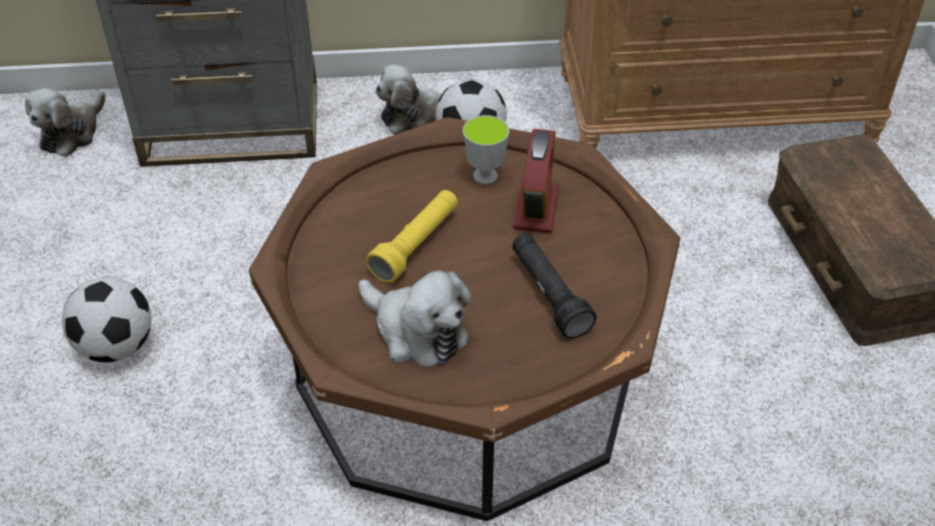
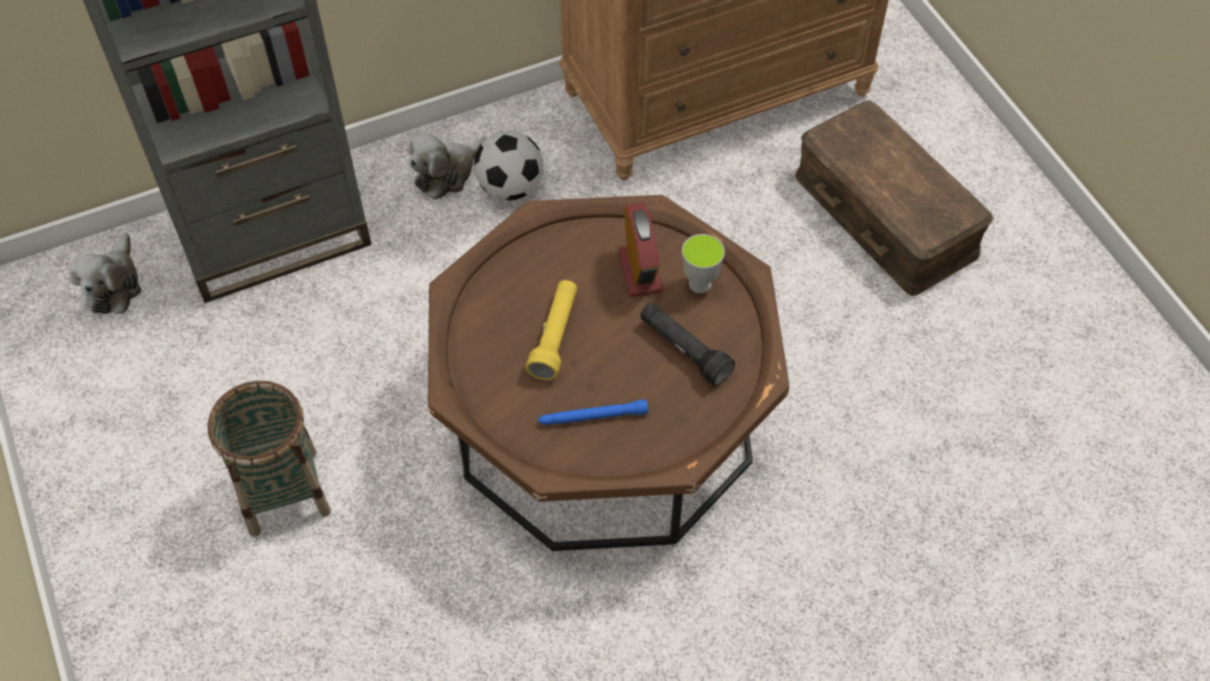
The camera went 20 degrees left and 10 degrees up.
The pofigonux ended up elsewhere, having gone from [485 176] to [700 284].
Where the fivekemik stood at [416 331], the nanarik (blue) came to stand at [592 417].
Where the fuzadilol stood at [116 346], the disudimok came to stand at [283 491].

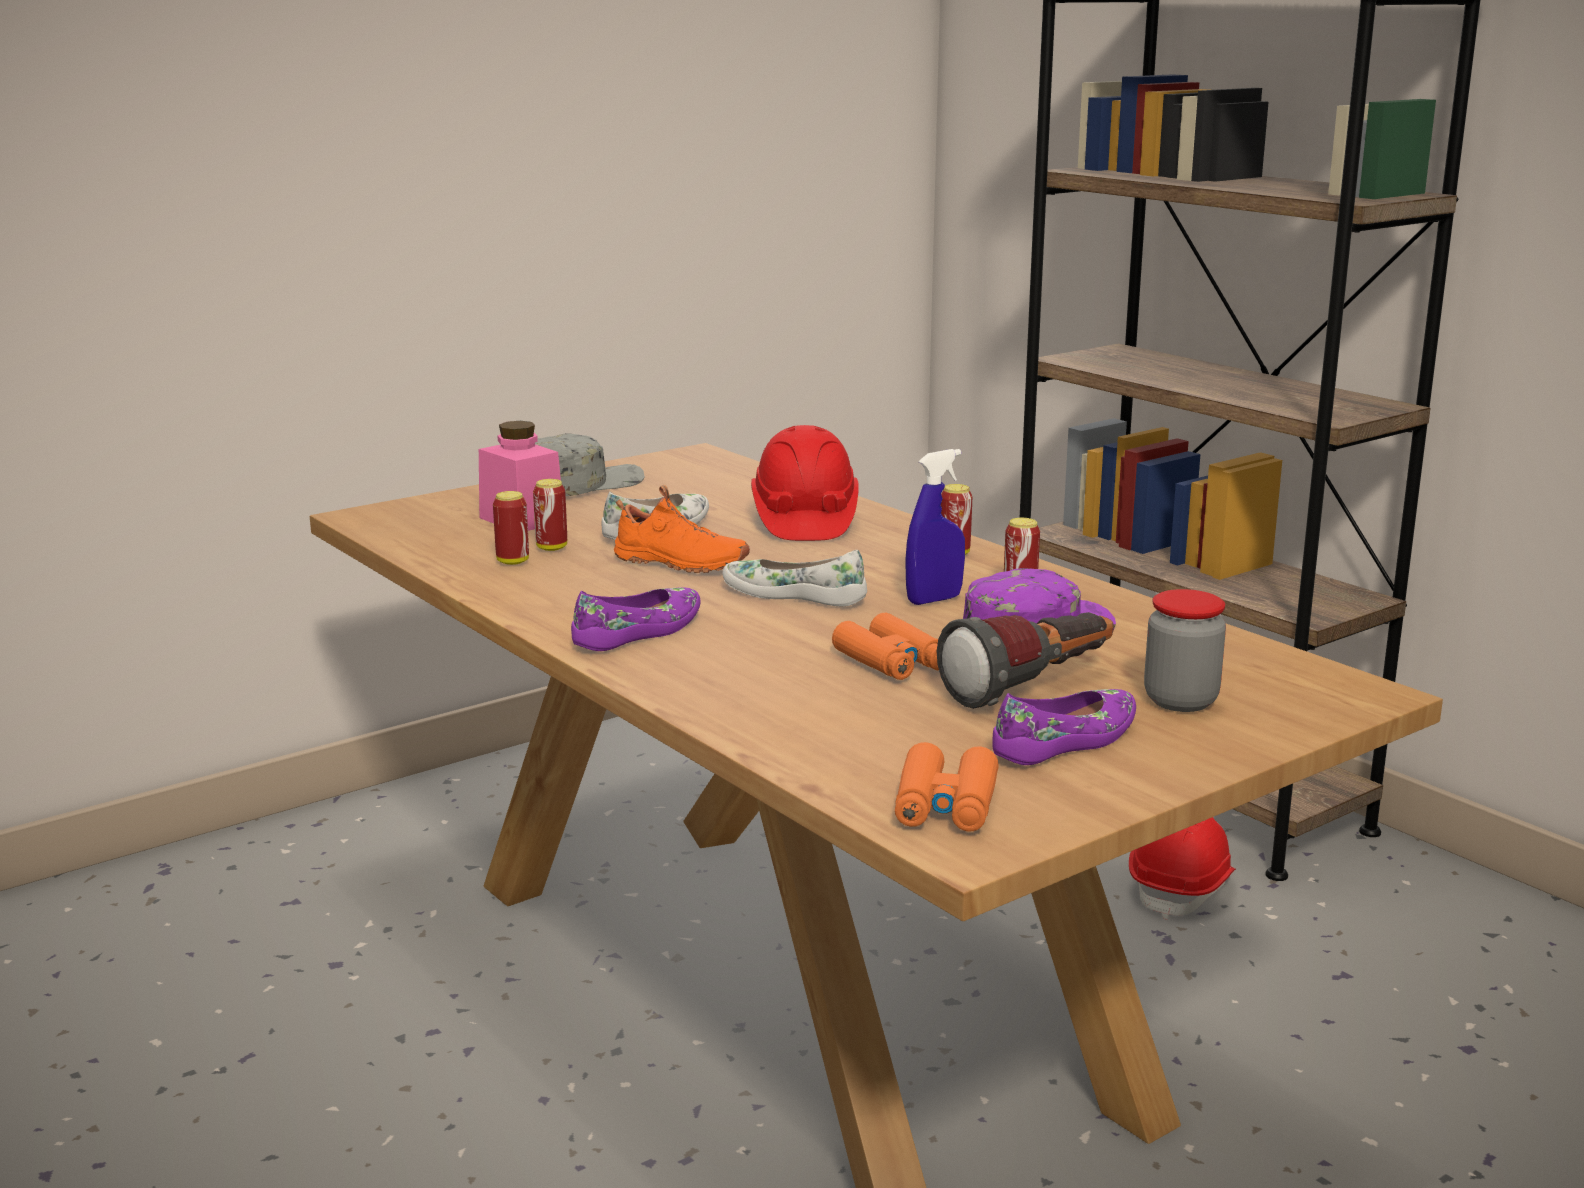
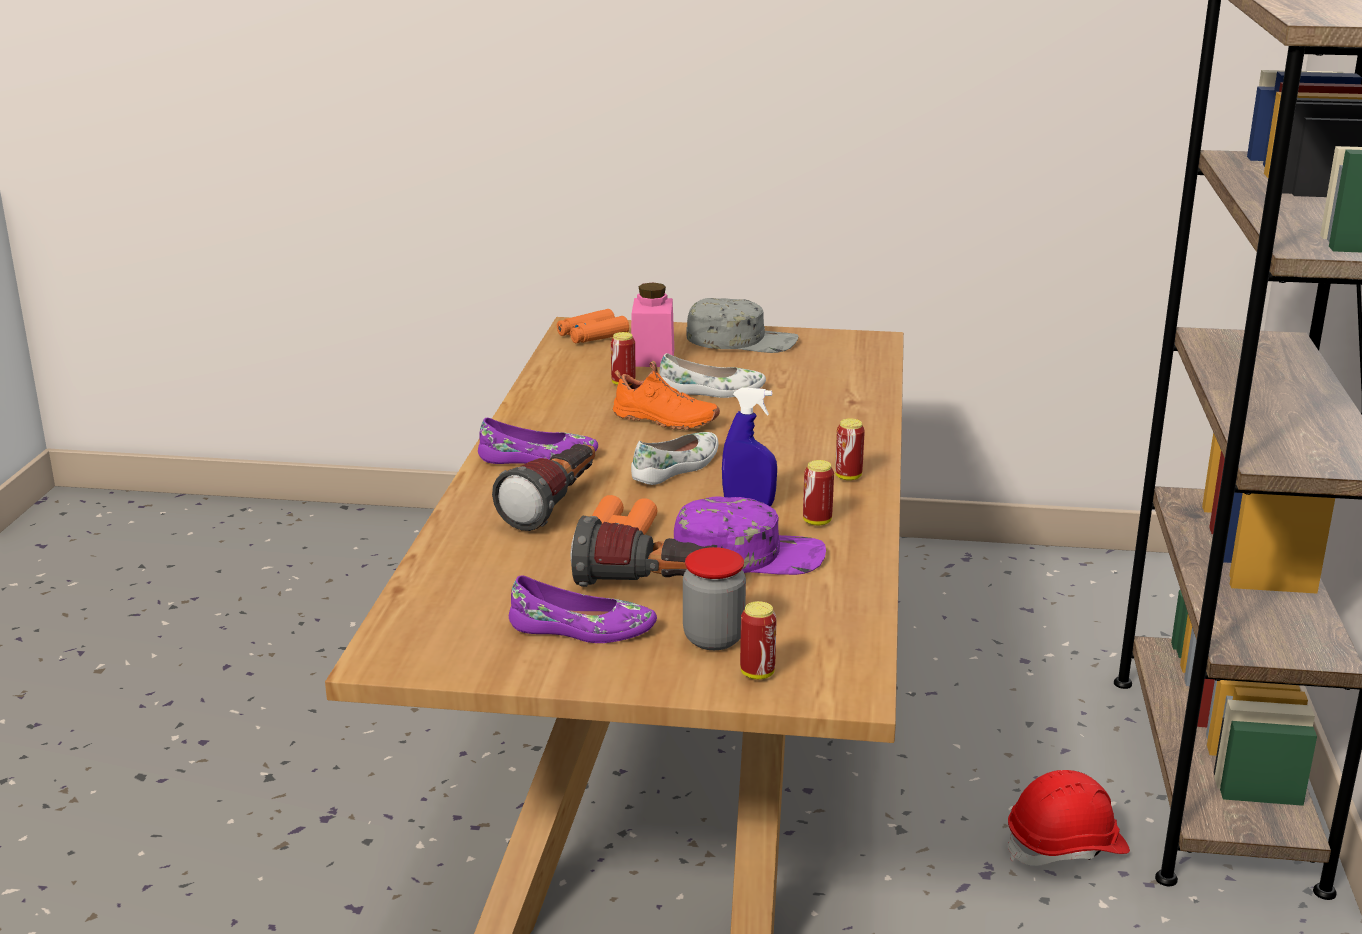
The camera went 45 degrees right and 5 degrees up.
The second view lost the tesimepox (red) at [804 521].
The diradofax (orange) at [679 564] ended up facing another way, 45 degrees counterclockwise from before.
The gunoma ended up elsewhere, having gone from [512 561] to [757 673].
The diradofax (white) at [794 594] ended up facing another way, 60 degrees clockwise from before.
The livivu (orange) ended up elsewhere, having gone from [945 805] to [592 335].
The second view gained the nanarik at [555 506].

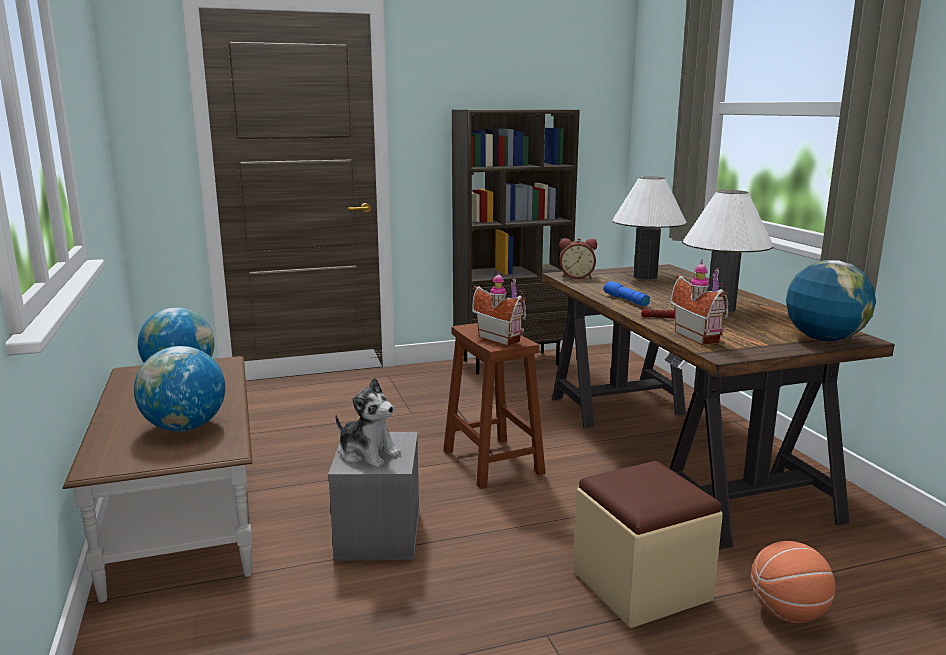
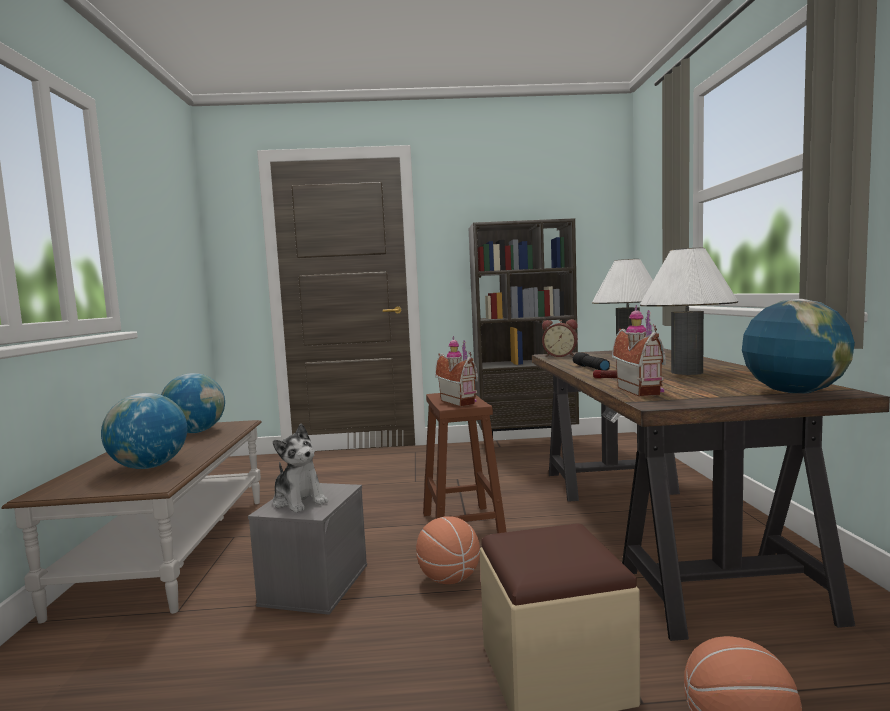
The camera went 15 degrees right and 10 degrees down.
What was the nanarik (blue) at [625 300] turned into the nanarik (black) at [590 368].
The second view gained the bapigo at [449 578].

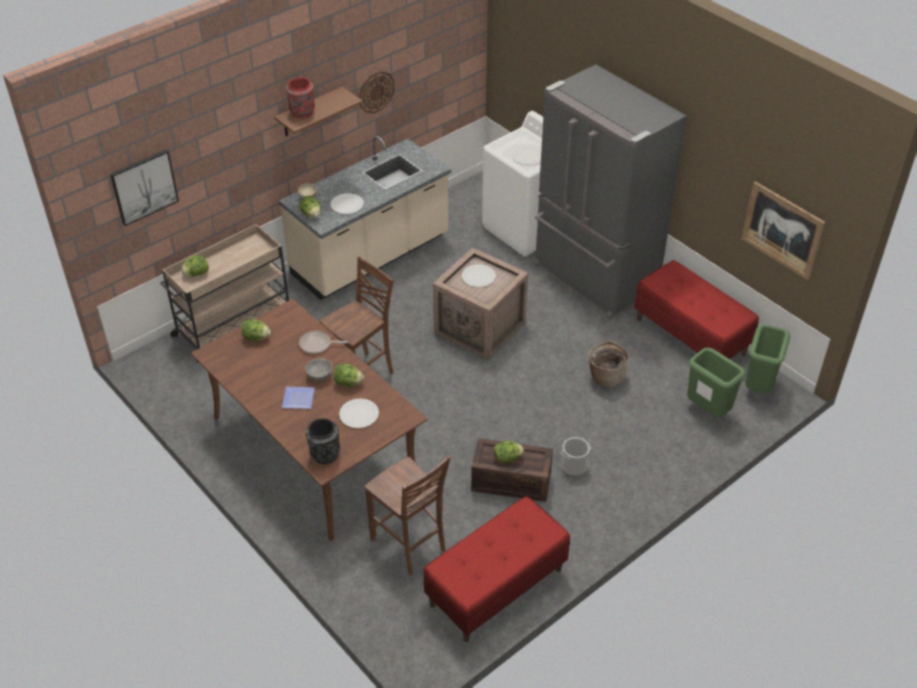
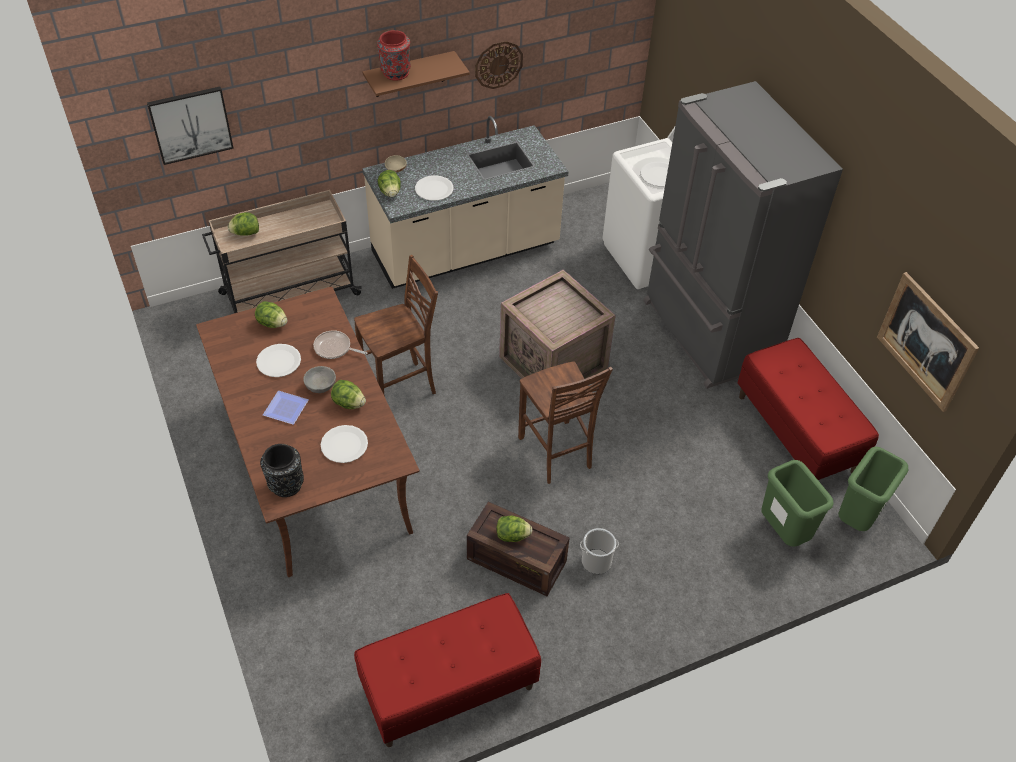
The camera went 15 degrees right and 5 degrees up.
The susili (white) ended up elsewhere, having gone from [478 277] to [278 361].
The second view lost the disudimok at [606 376].
The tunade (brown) ended up elsewhere, having gone from [409 545] to [556 454].

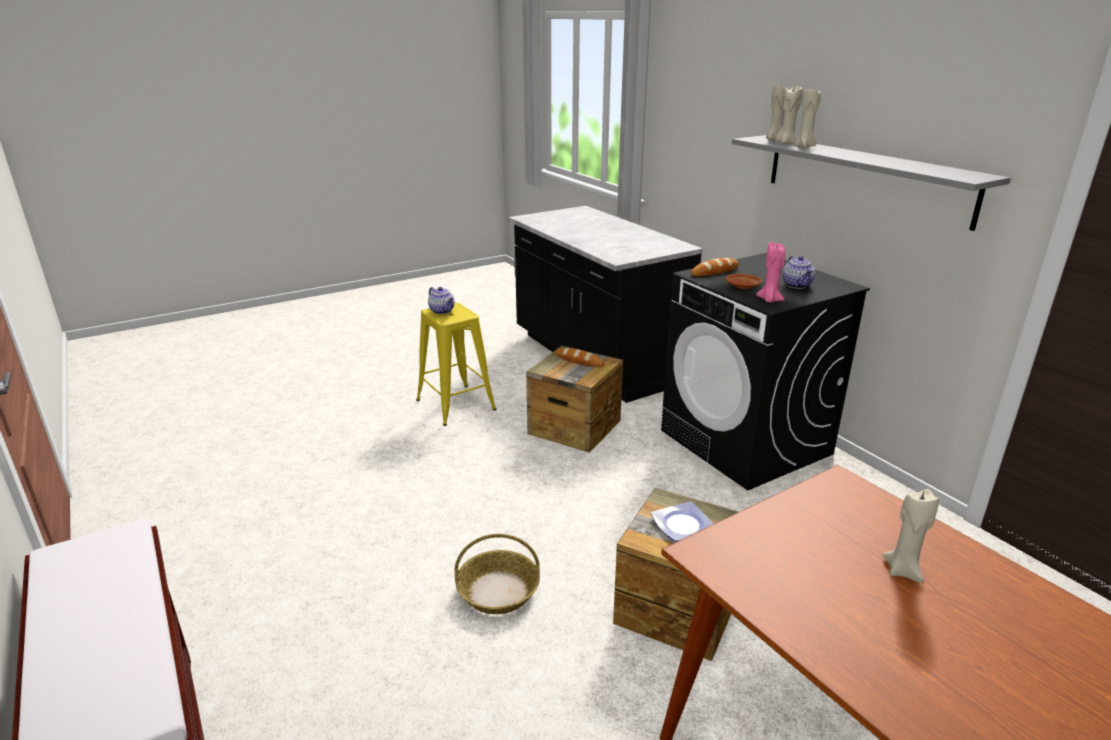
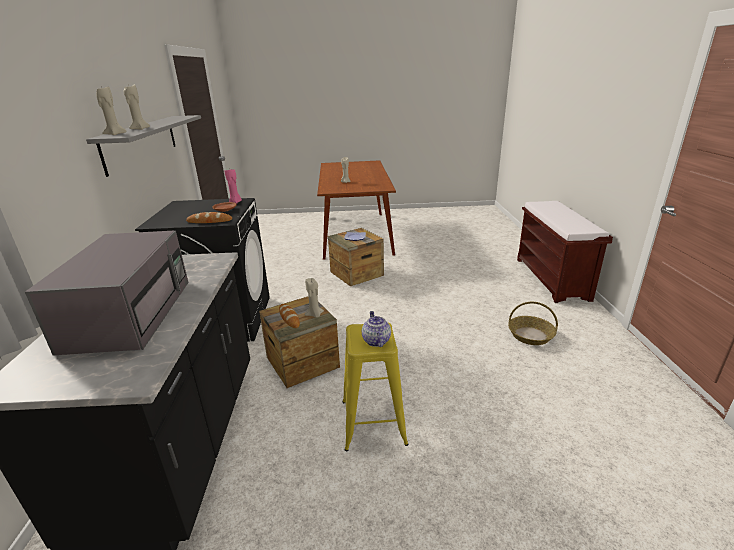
The camera went 150 degrees left and 0 degrees up.
The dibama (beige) ended up elsewhere, having gone from [785 143] to [315 315].
The second view lost the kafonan at [797 285].
The disudimok ended up elsewhere, having gone from [497 591] to [531 335].
The second view gained the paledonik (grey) at [131 312].

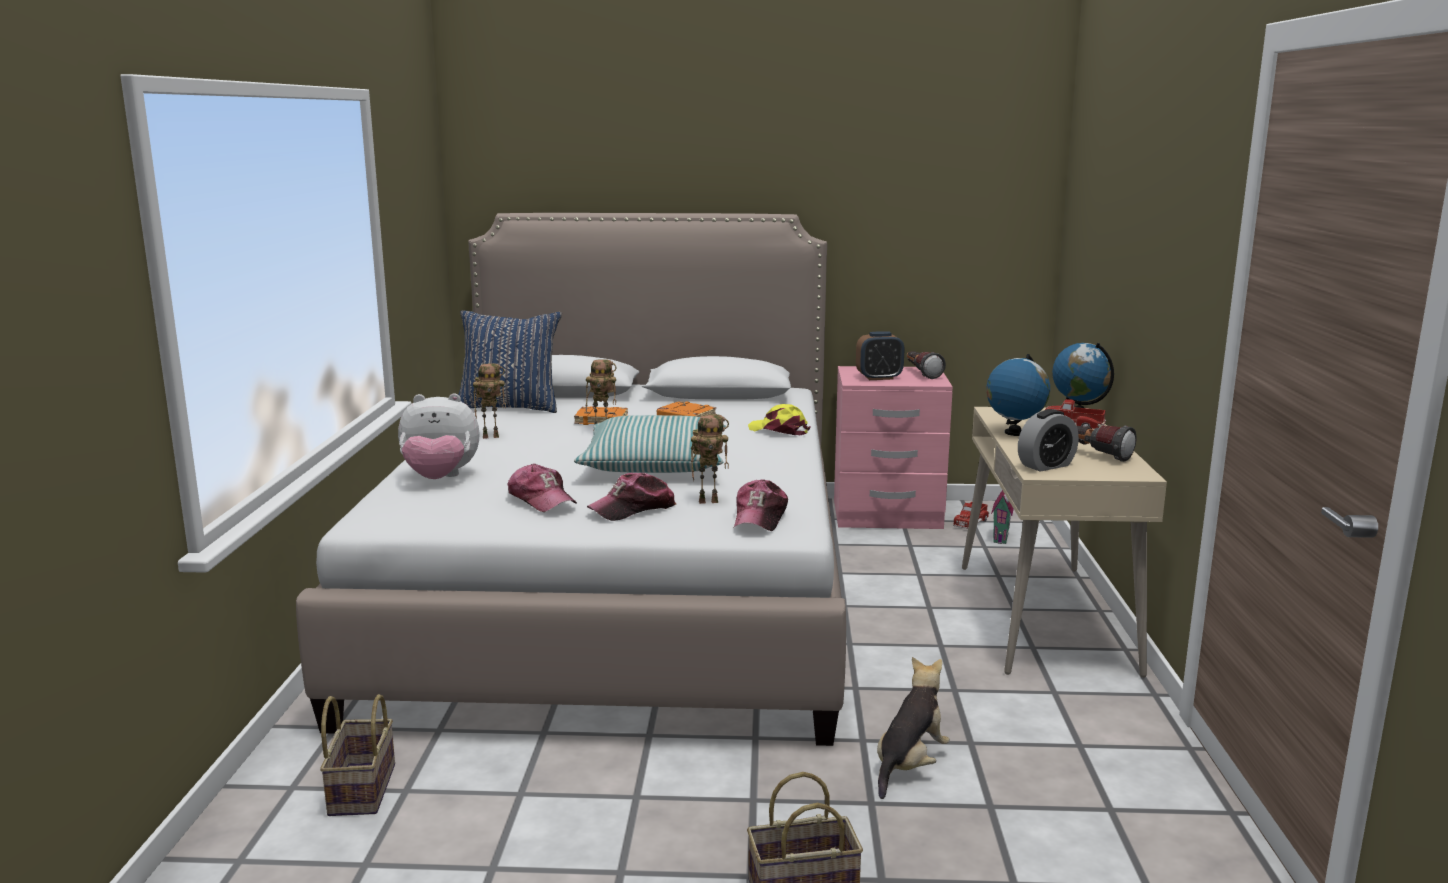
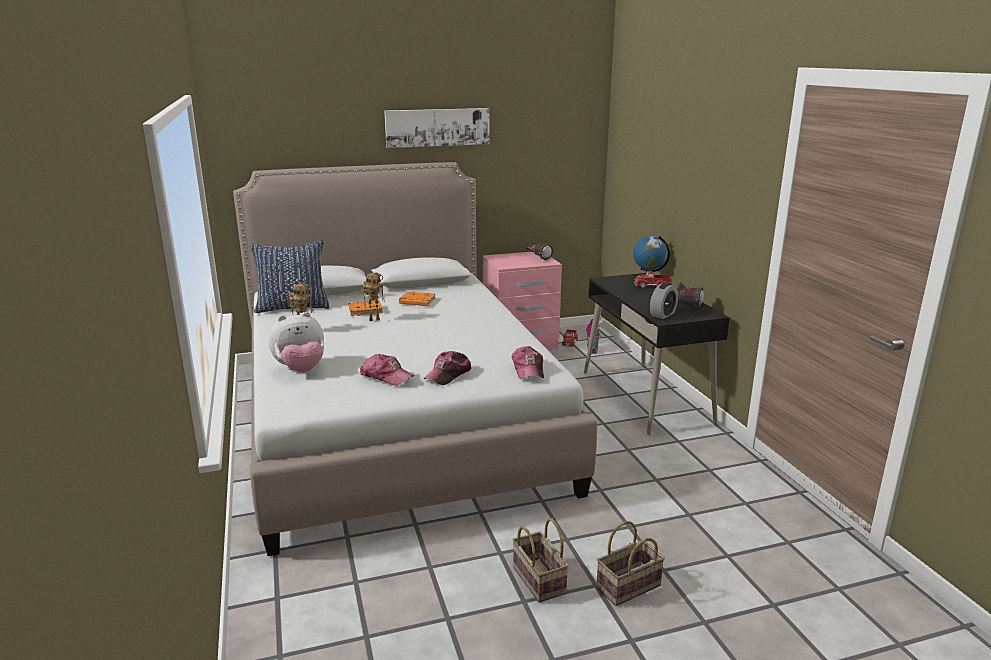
The camera went 20 degrees left and 5 degrees up.
The second view lost the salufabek at [879 378].
The second view lost the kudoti at [1014 433].
The second view lost the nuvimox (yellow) at [779 430].
What was the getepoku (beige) at [1045 617] turned into the getepoku (black) at [646 396].
The second view lost the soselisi at [709 501].
The second view lost the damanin at [654 464].
The second view lost the fivekemik at [909 765].
The disudimok ended up elsewhere, having gone from [361 788] to [537 579].
The second view gained the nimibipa at [437 127].

